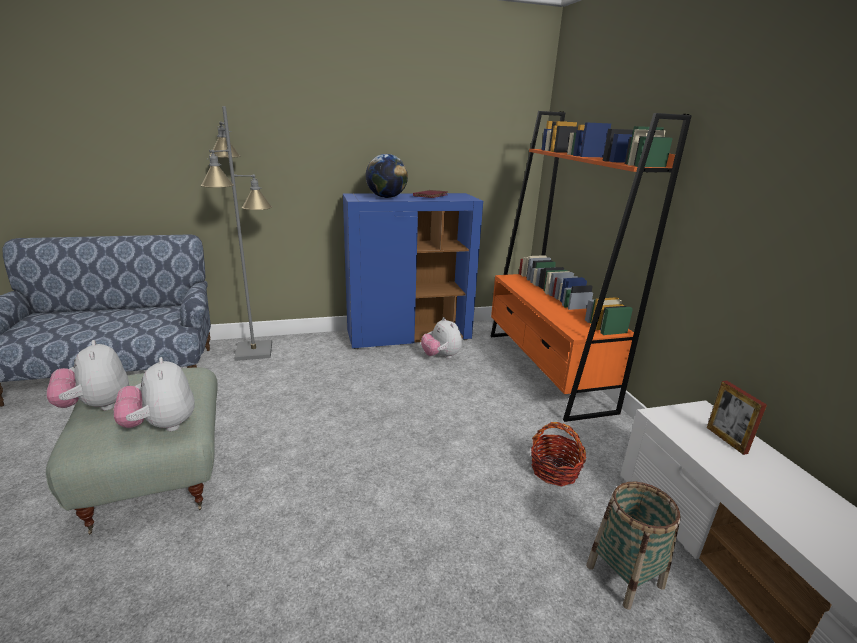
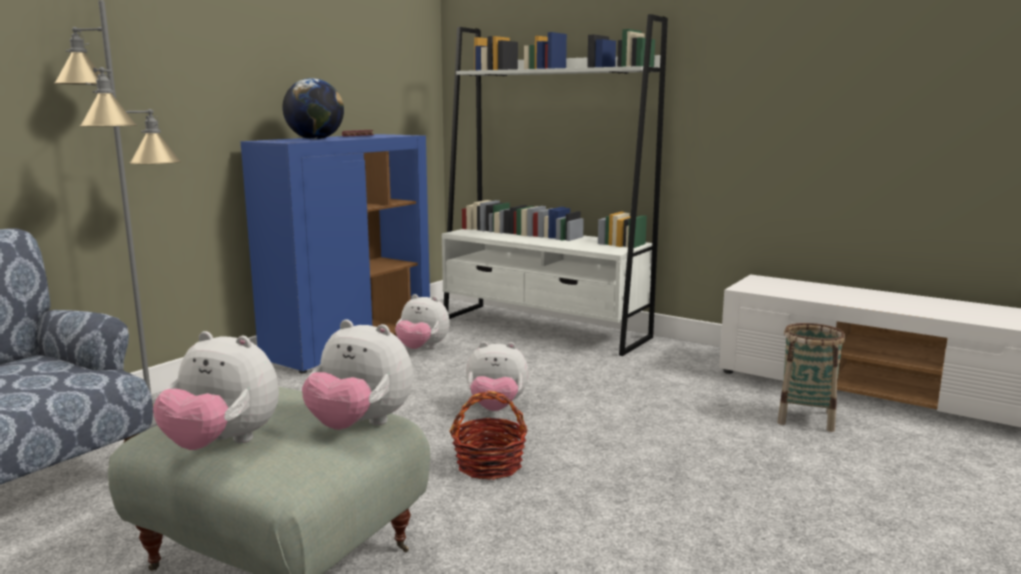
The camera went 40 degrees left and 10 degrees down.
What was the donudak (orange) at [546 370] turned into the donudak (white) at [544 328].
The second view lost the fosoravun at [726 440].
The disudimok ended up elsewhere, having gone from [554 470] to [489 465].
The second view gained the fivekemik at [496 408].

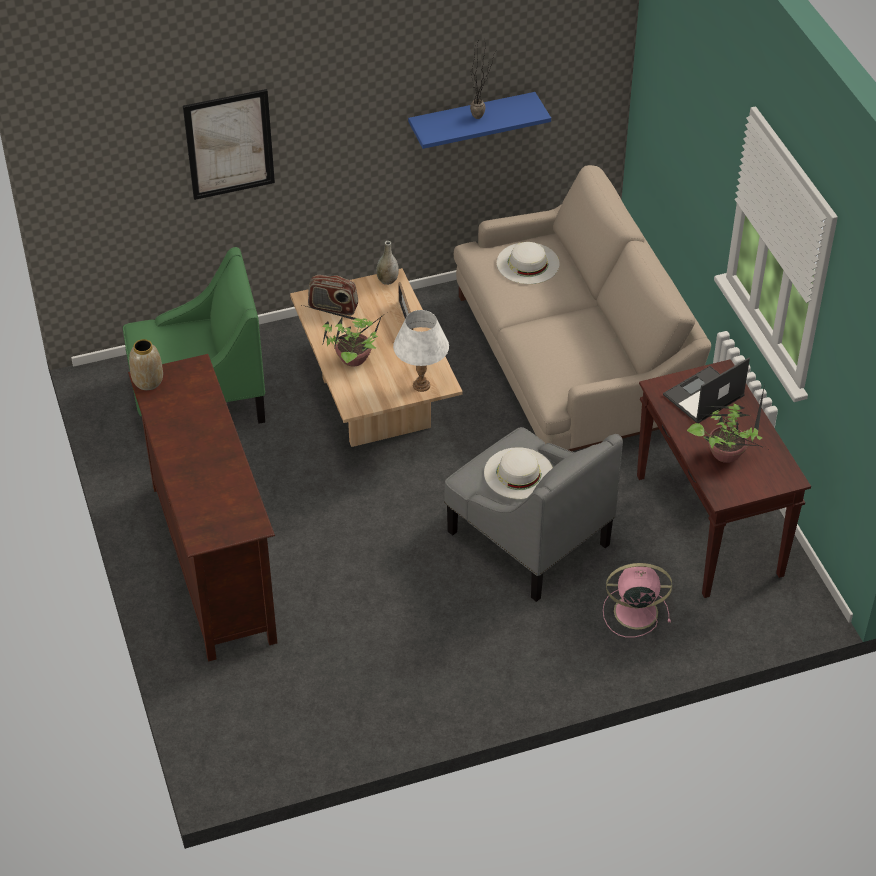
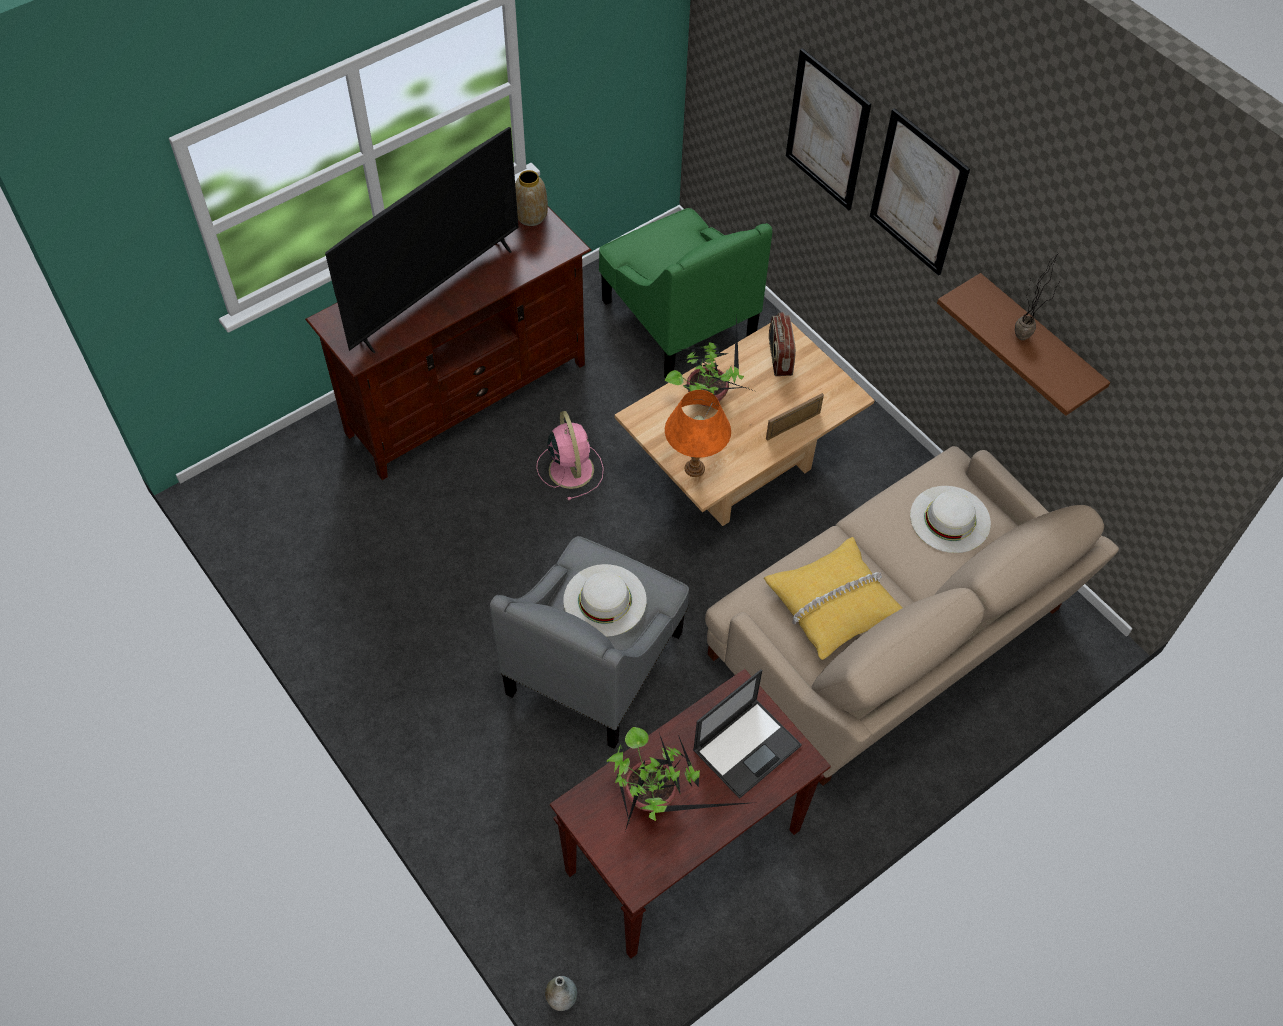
The camera went 70 degrees right and 10 degrees up.
What was the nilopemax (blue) at [471 121] turned into the nilopemax (brown) at [1037 343].
The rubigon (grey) ended up elsewhere, having gone from [387 280] to [561 998].
What was the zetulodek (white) at [421 385] turned into the zetulodek (orange) at [694 468].
The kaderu at [703 396] ended up facing another way, 105 degrees clockwise from before.
The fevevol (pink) ended up elsewhere, having gone from [633 612] to [570 468].
The second view gained the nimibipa at [918 193].
The second view gained the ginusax at [435 294].
The second view gained the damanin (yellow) at [834 604].

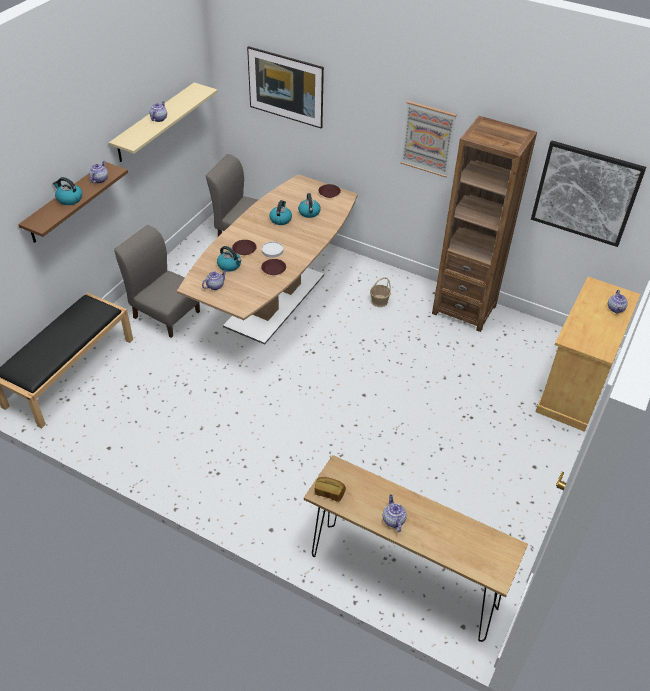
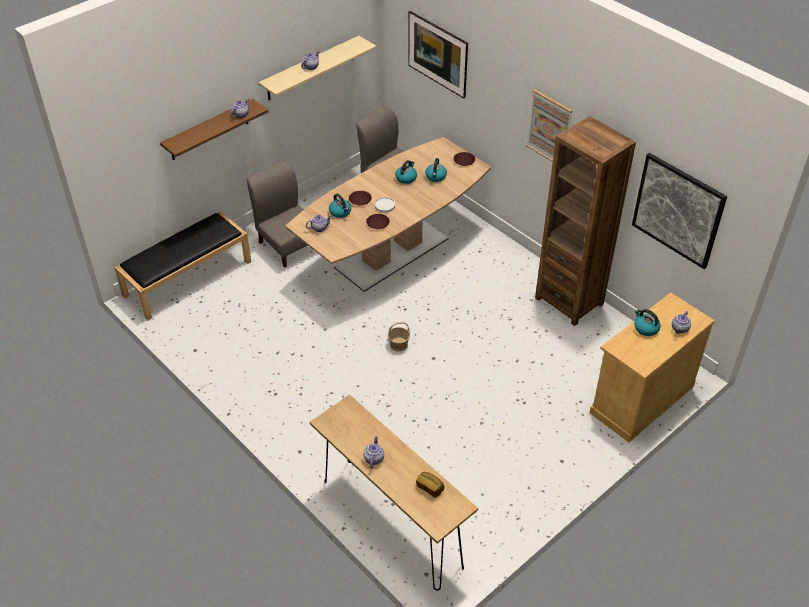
The camera went 20 degrees right and 0 degrees up.
The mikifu ended up elsewhere, having gone from [69 199] to [645 328].
The disudimok ended up elsewhere, having gone from [379 301] to [398 344].
The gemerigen ended up elsewhere, having gone from [329 492] to [430 487].

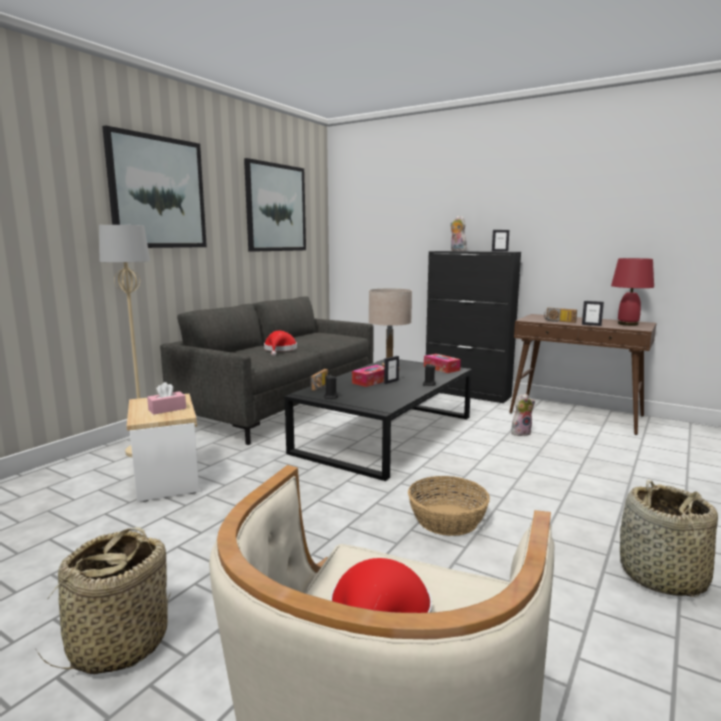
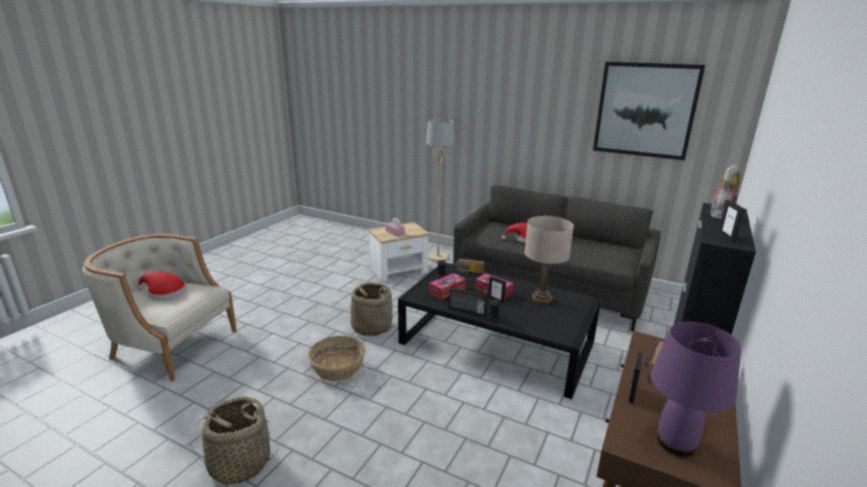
The camera went 85 degrees right and 10 degrees up.
The second view lost the nimibipa at [158 193].
What was the zetulodek (red) at [628 324] turned into the zetulodek (purple) at [675 443].
The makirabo ended up elsewhere, having gone from [441 368] to [447 291].
The second view lost the fivekemik at [521 432].
The disudimok ended up elsewhere, having gone from [118 644] to [371 327].
The second view gained the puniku at [467 310].

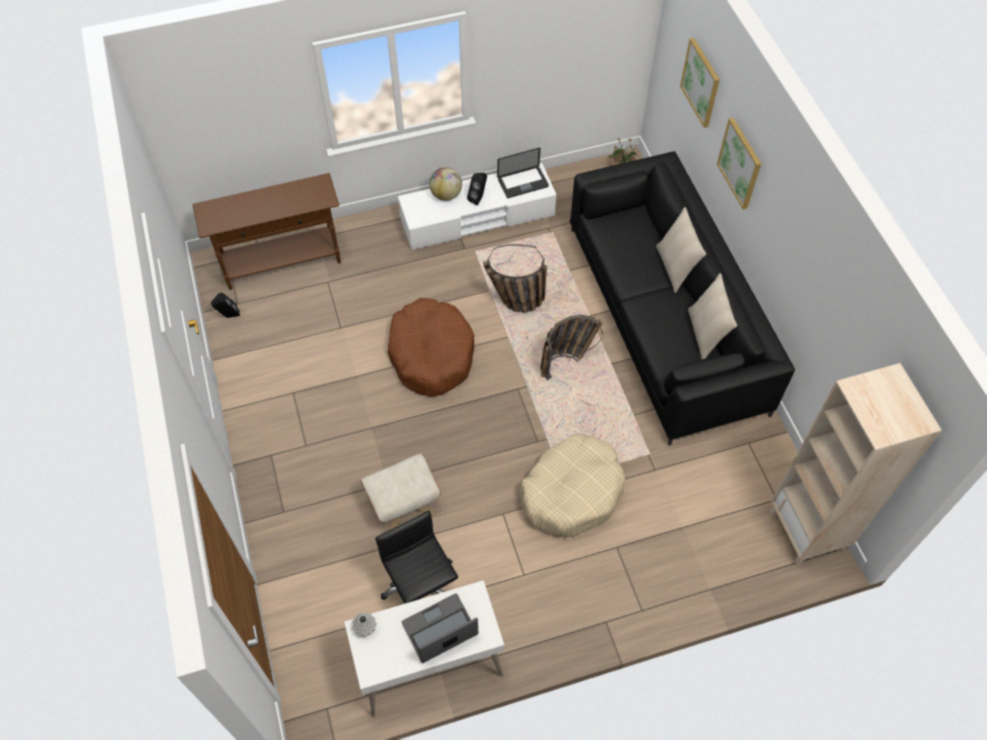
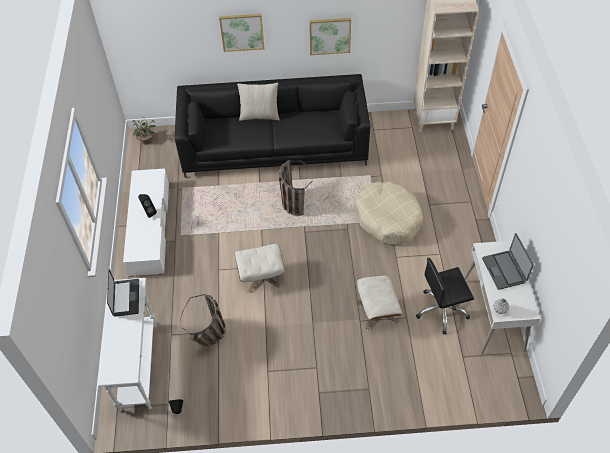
The camera went 75 degrees left and 5 degrees down.
The nimibipa ended up elsewhere, having gone from [701 82] to [330 36].
The kaderu ended up elsewhere, having gone from [523 183] to [126 298].
The second view lost the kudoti at [446 195].
What was the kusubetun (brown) at [282 262] turned into the kusubetun (white) at [139 365].
The disudimok ended up elsewhere, having gone from [513 302] to [210 338].
The second view lost the damanin (beige) at [706 334].
Where the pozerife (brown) stood at [431 354], the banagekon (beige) came to stand at [261 276].

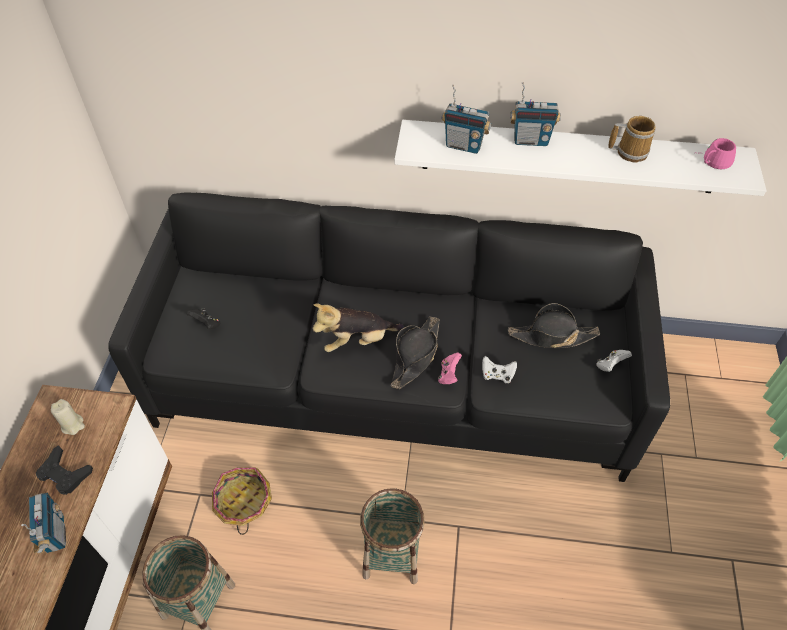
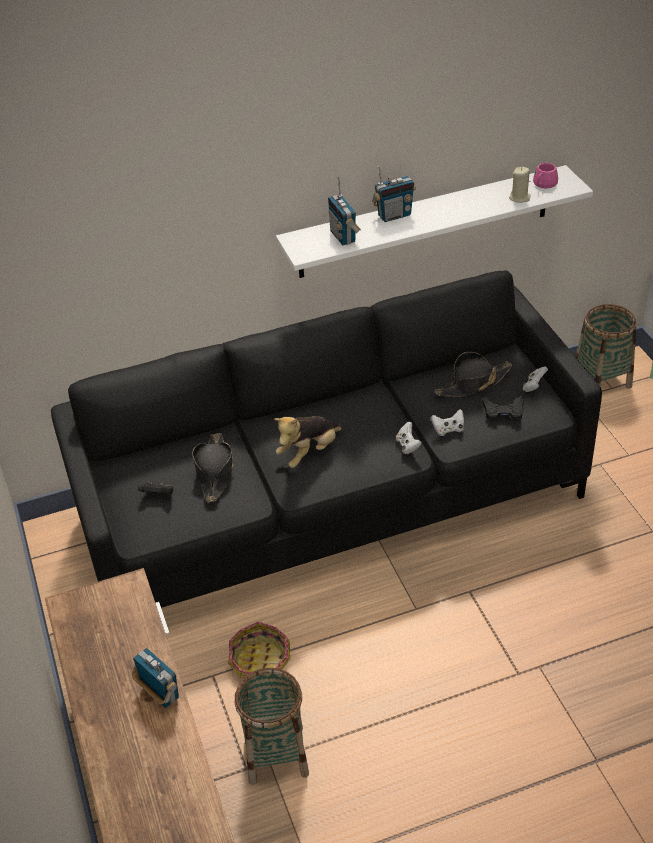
The camera went 25 degrees left and 10 degrees down.
The puniku at [464 145] ended up facing another way, 75 degrees clockwise from before.
The second view lost the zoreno at [629 151].
The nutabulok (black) ended up elsewhere, having gone from [415 356] to [214 472].
What was the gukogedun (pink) at [448 375] turned into the gukogedun (white) at [408 446].
The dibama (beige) ended up elsewhere, having gone from [72 425] to [520 198].
The gukogedun (black) ended up elsewhere, having gone from [64 474] to [503 412].
The disudimok ended up elsewhere, having gone from [392 554] to [601 380].

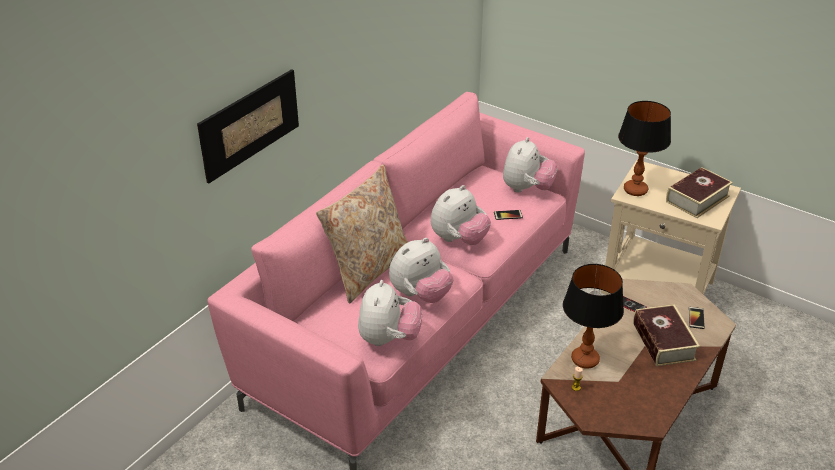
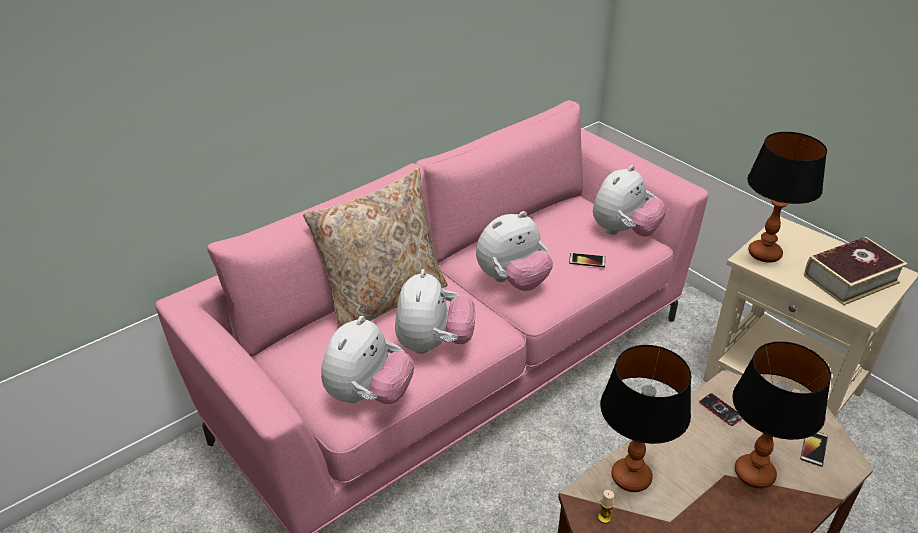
The camera went 15 degrees right and 0 degrees up.
The second view lost the nimibipa at [250 124].
The fivekemik at [420 295] ended up facing another way, 60 degrees counterclockwise from before.
Where the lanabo stood at [663 341], the zetulodek came to stand at [755 474].

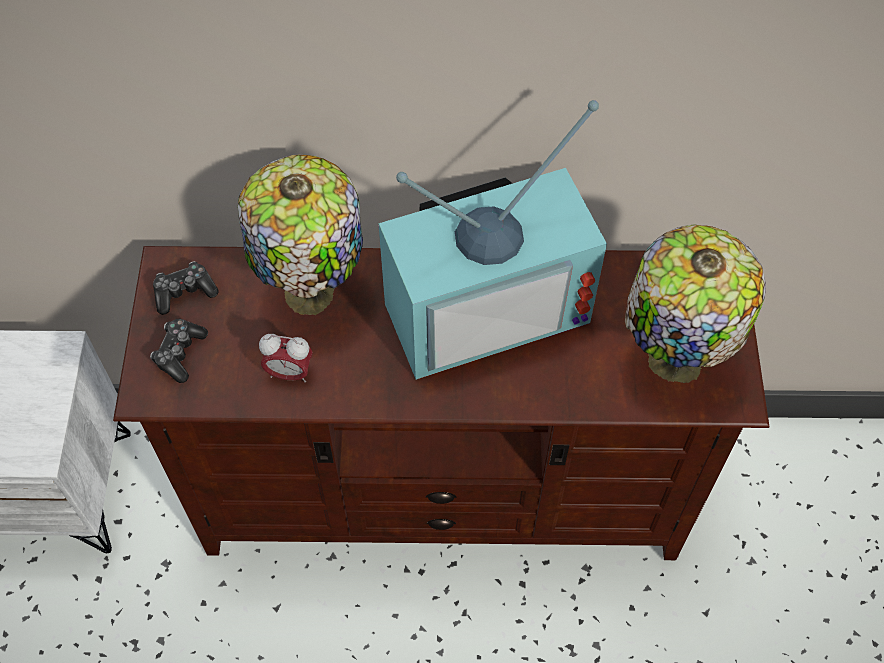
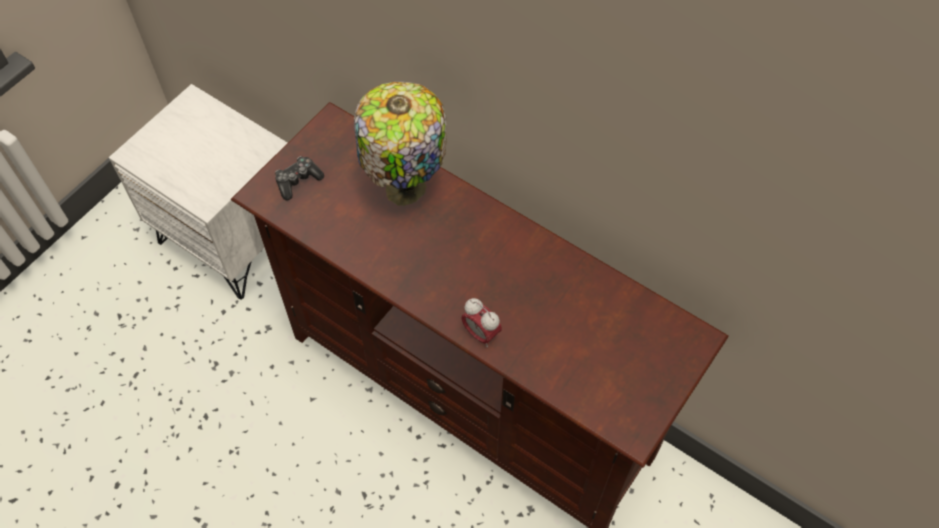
The camera went 35 degrees right and 0 degrees up.
The second view lost the ginusax at [486 304].
The second view lost the zetulodek at [670 362].
The second view lost the gukogedun at [184 292].
The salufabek ended up elsewhere, having gone from [289 373] to [481 334].

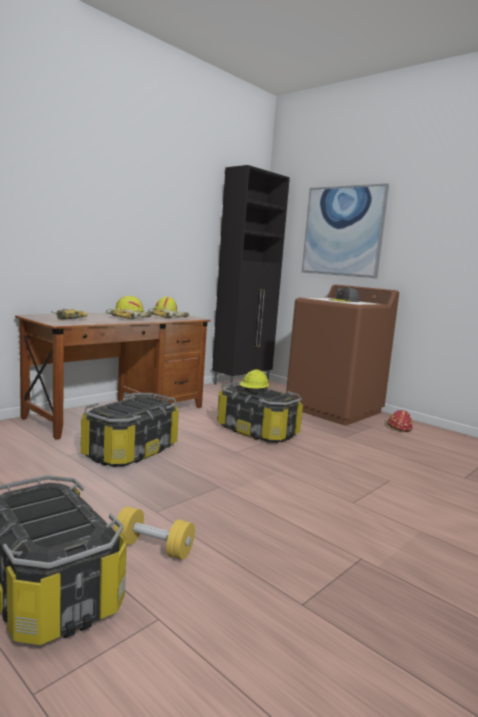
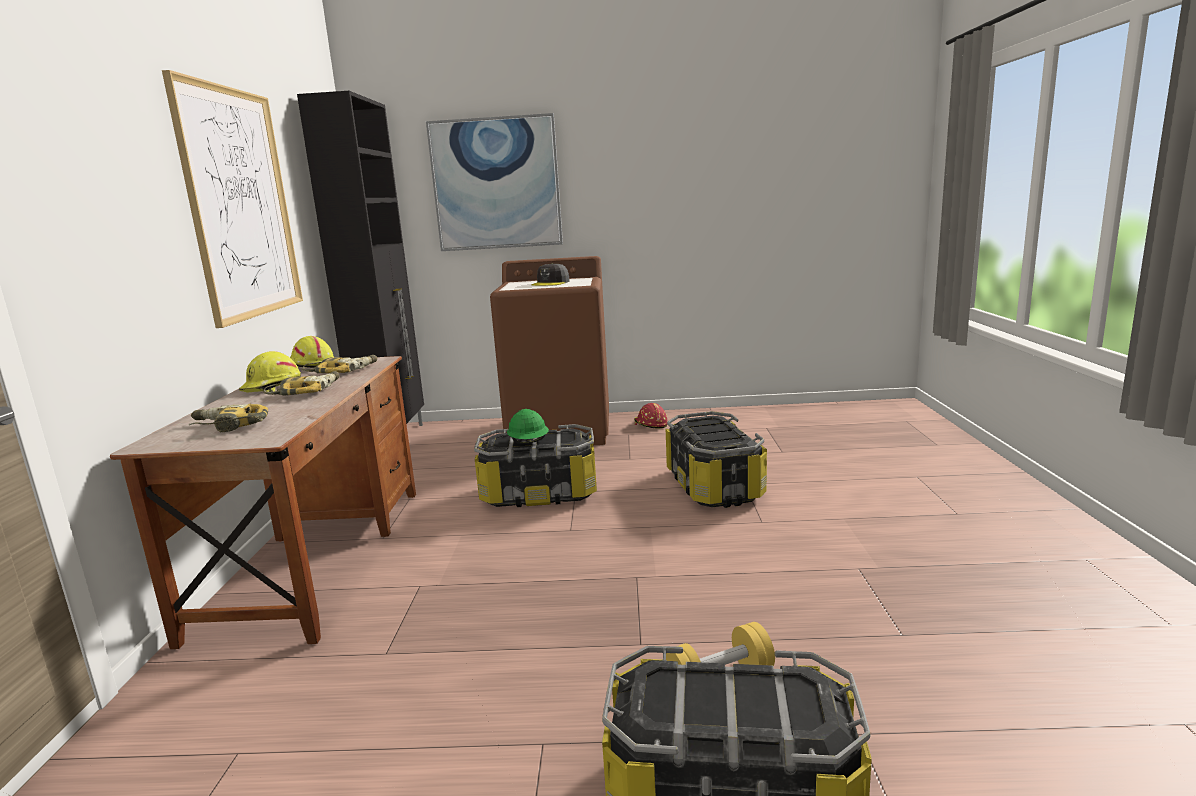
The camera went 40 degrees left and 5 degrees up.
What was the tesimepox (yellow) at [253 393] turned into the tesimepox (green) at [529 443].
The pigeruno ended up elsewhere, having gone from [130 451] to [713 486].
The second view gained the nimibipa at [240 204].

